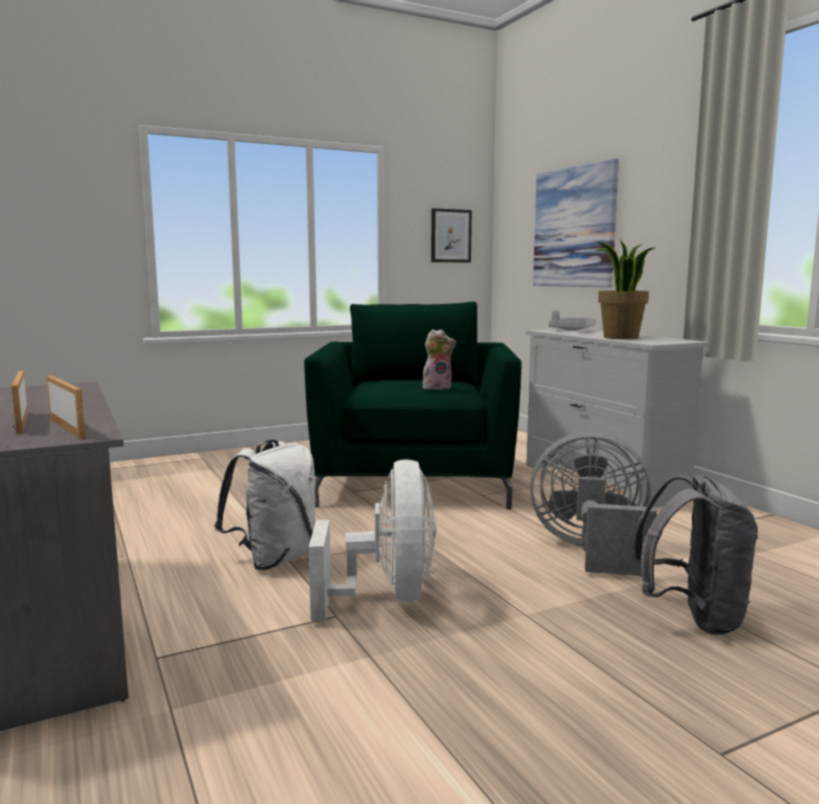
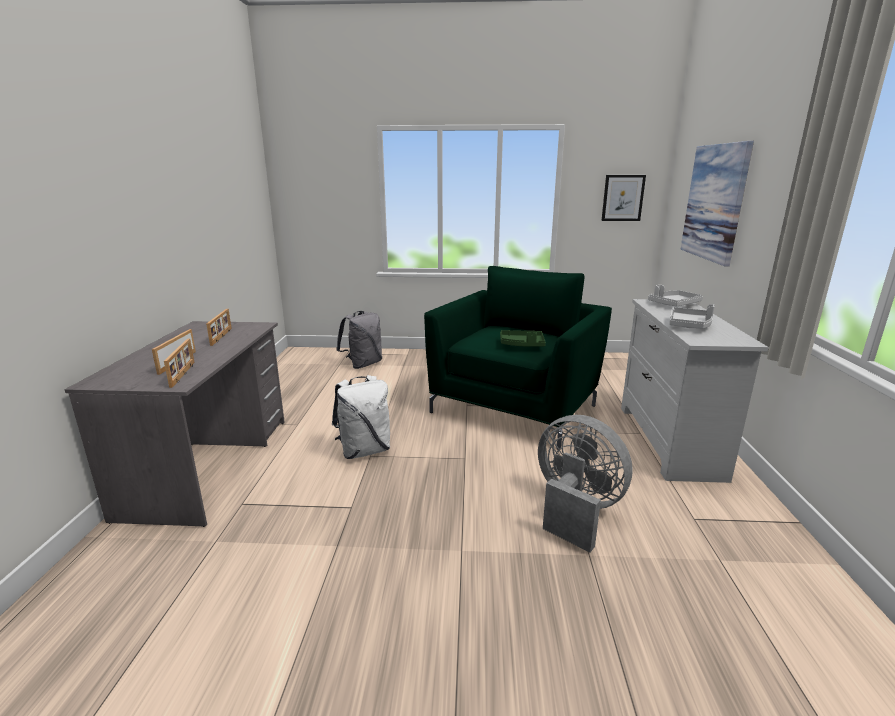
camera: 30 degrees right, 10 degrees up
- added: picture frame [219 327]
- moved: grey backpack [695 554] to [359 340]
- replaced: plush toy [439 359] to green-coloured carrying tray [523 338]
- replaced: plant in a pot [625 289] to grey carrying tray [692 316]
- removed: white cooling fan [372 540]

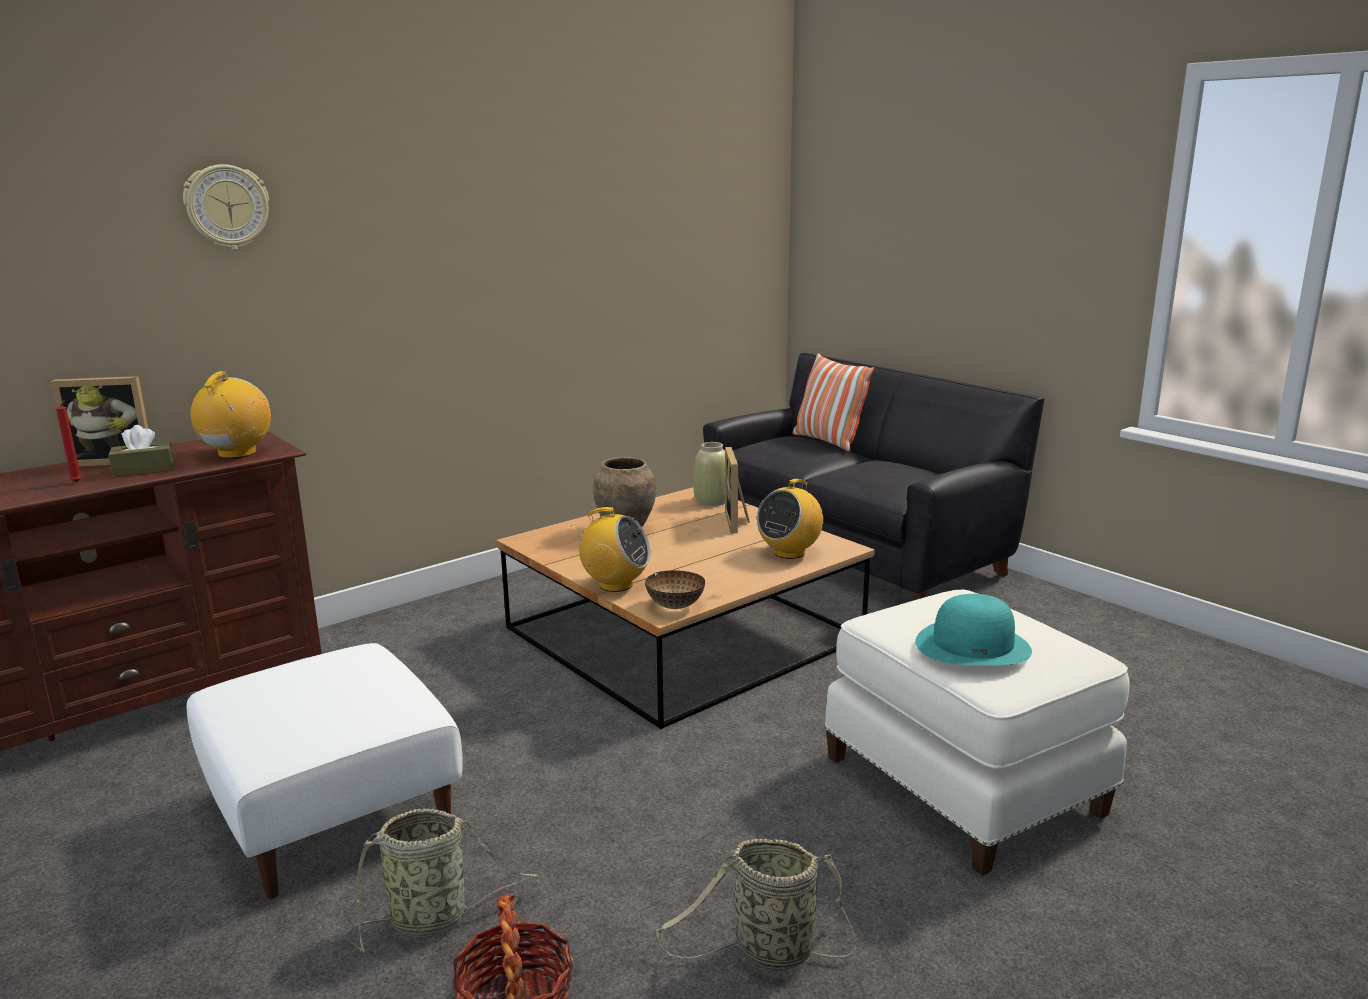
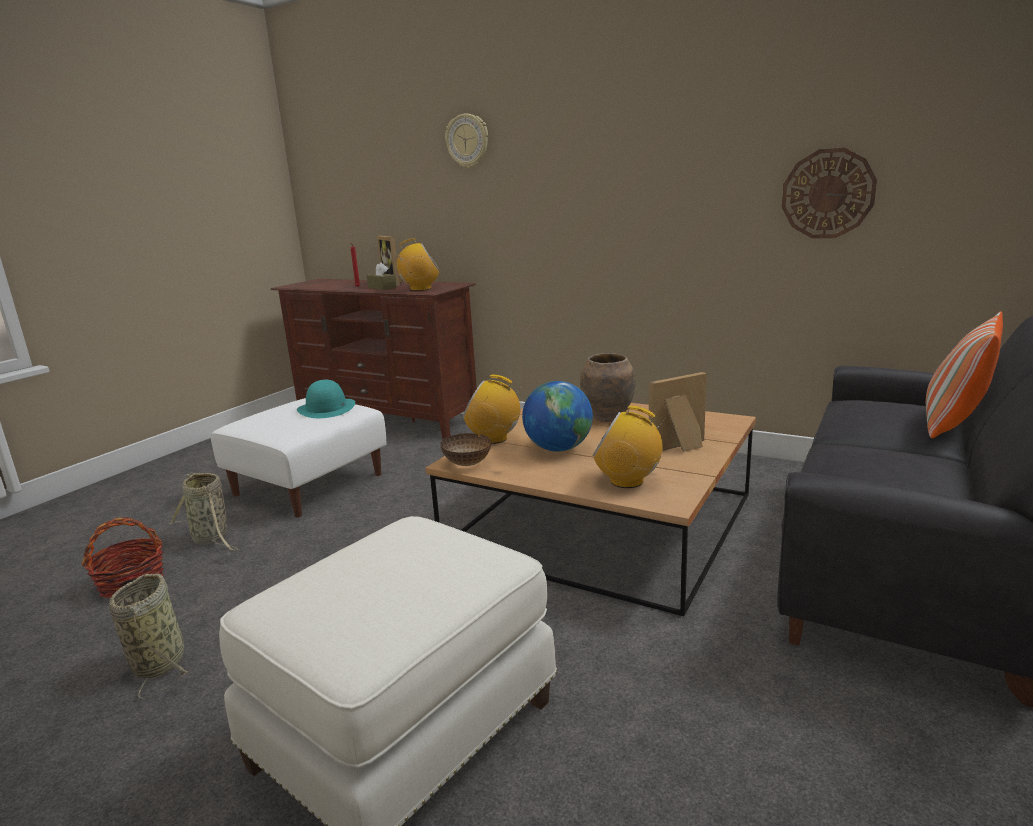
camera: 70 degrees right, 0 degrees up
- moved: turquoise wearable hat [973 629] to [326 399]
- turned: radio set [611 549] = [492 409] 105 degrees clockwise
- added: world globe [557 416]
- added: wall clock [829 193]
- removed: beige vase [709 474]

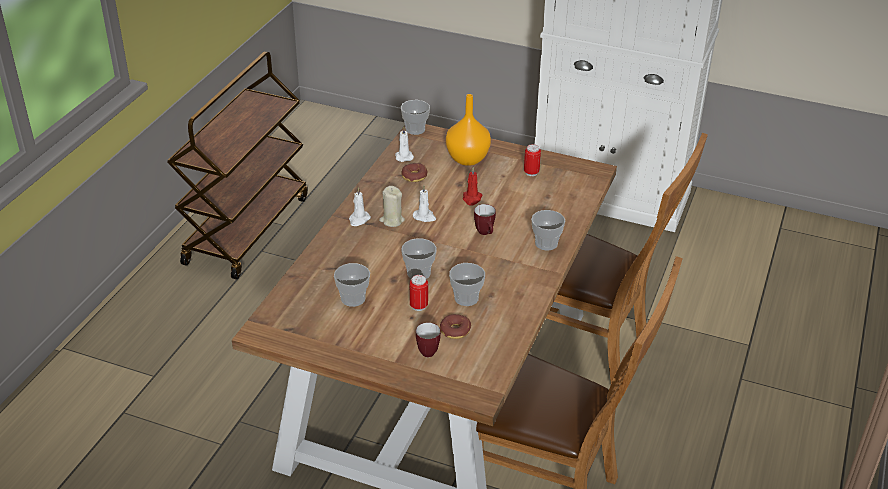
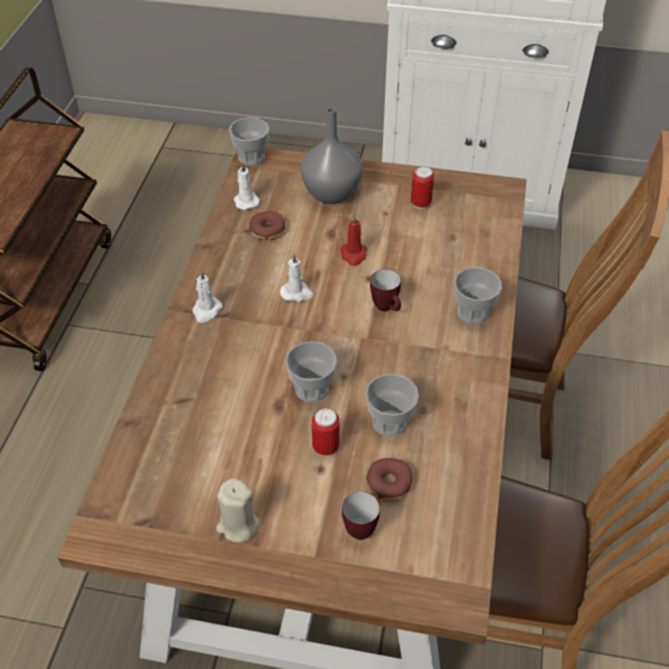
camera: 10 degrees left, 10 degrees up
- moved: beige wax light [392 206] to [238 510]
- recoloured: orange-coloured vase [468 130] to grey vase [332 156]
- removed: cup [352 285]

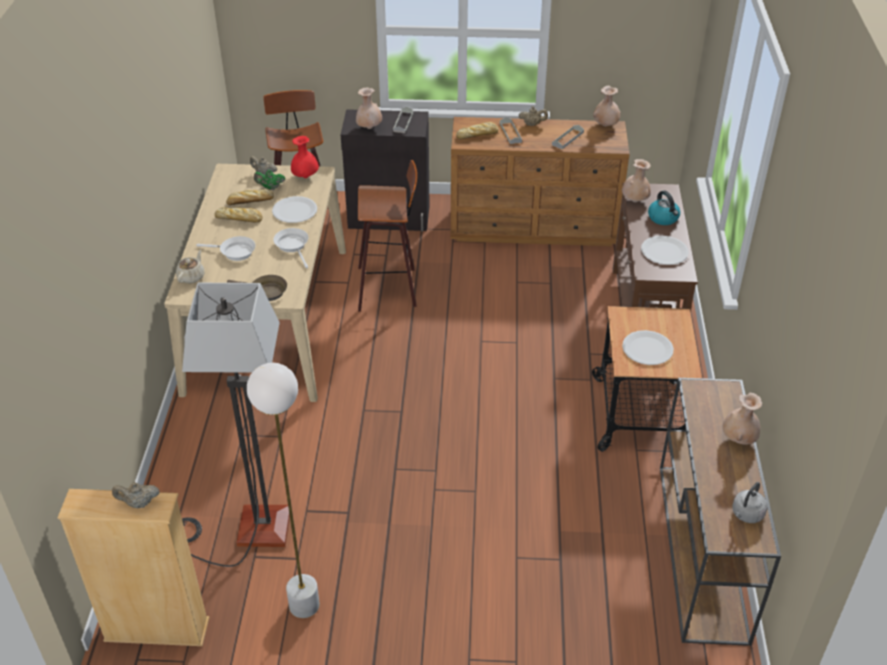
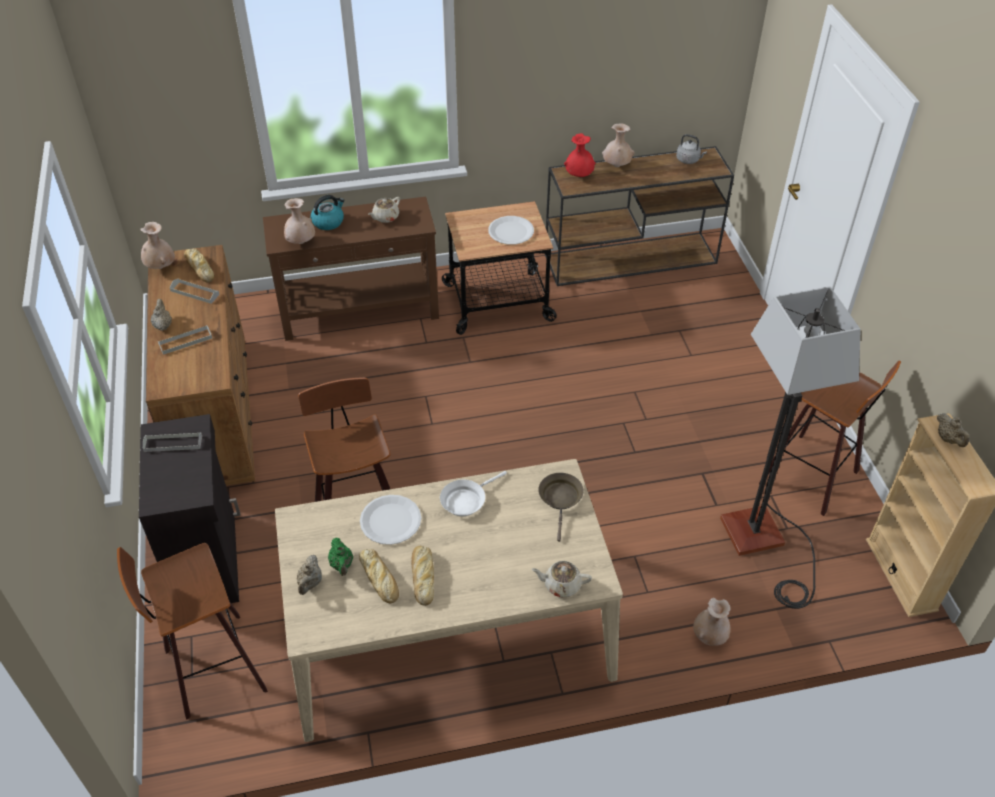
camera: 105 degrees left, 5 degrees up
- moved: bakery bread [477 130] to [199 266]
- replaced: white plate [665 250] to beige tea pot [384 210]
- moved: reddish vase [305 157] to [580 155]
- moved: beige vase [369 108] to [712 622]
- replaced: white floor lamp [283 490] to stool seat [830 438]
- removed: white skillet [225 248]

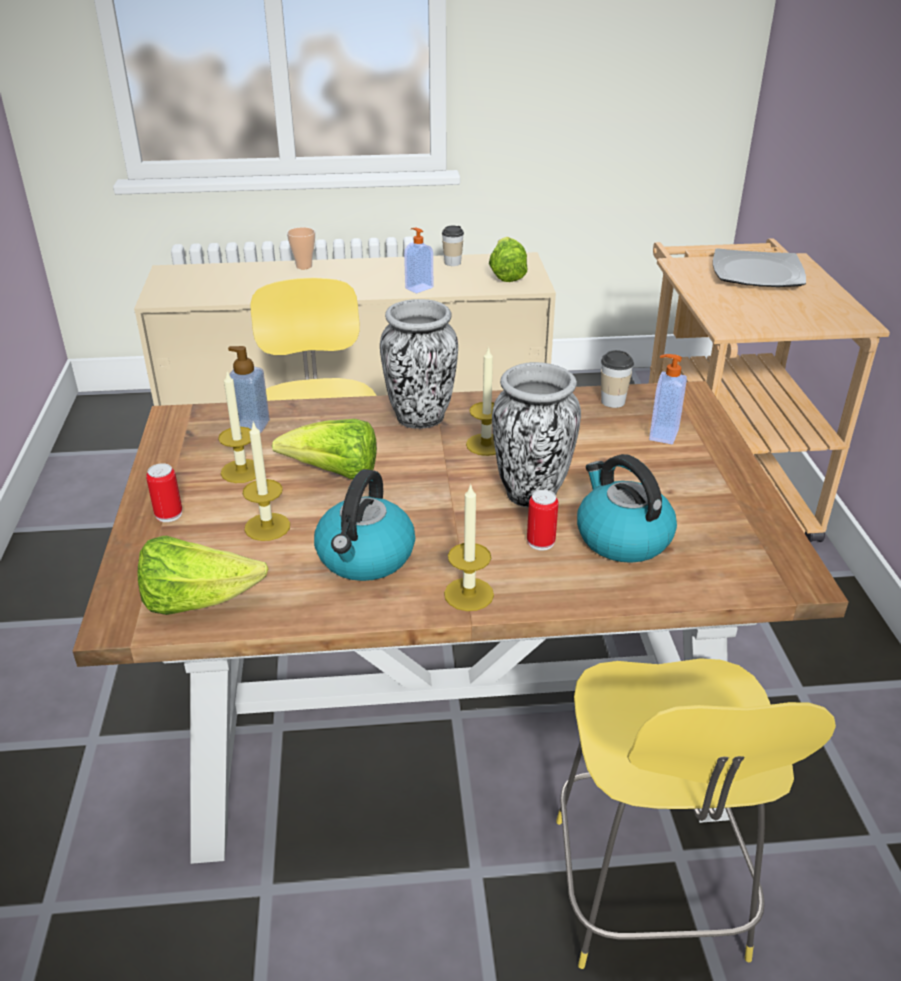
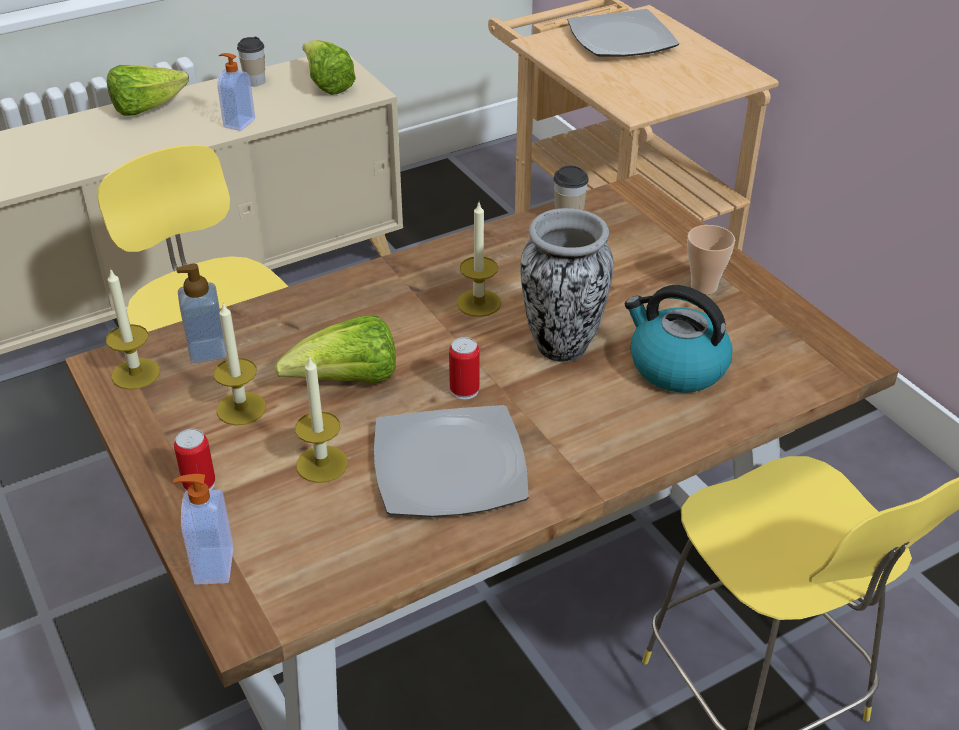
camera: 25 degrees left, 5 degrees up
- moved: wax light [469 547] to [133 329]
- moved: lettuce head [203 575] to [148 90]
- moved: soap dispenser [668 399] to [203 529]
- replaced: kettle [364 525] to plate [451 461]
- moved: sealed can [542 520] to [464 368]
- moved: cup [301 248] to [711 259]
- removed: vase [419 364]

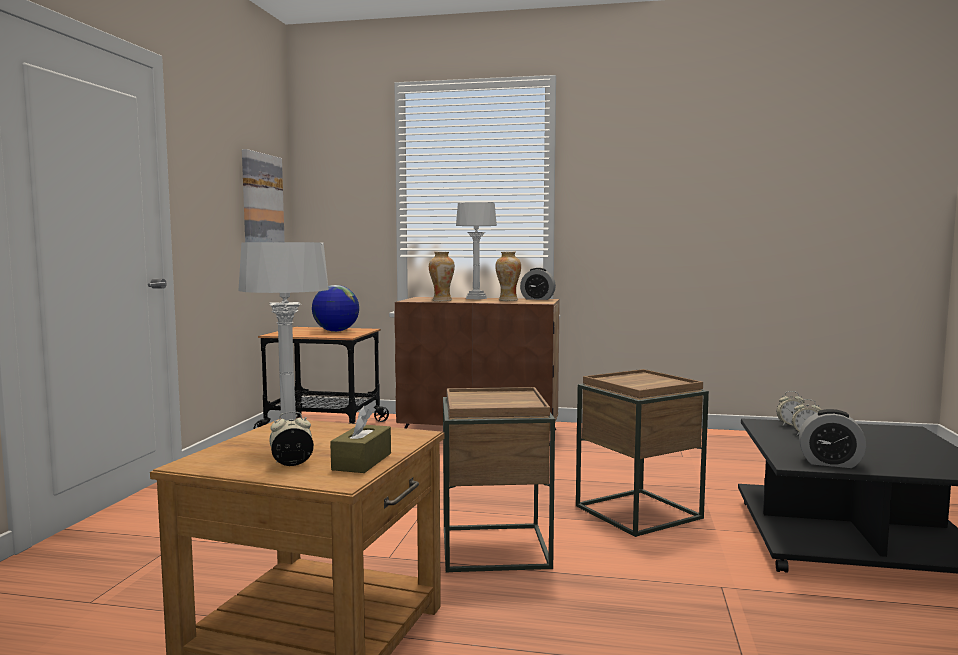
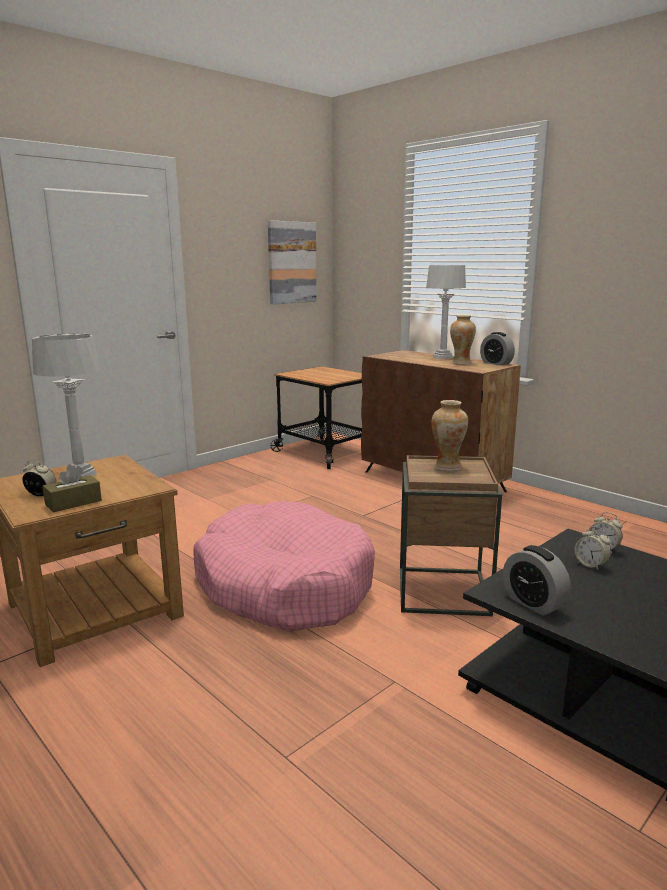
camera: 35 degrees right, 10 degrees up
- replaced: brown-coloured end table [499 480] to pink dog cushion [284 566]
- moved: vase [442 276] to [450 435]
- removed: world globe [335 308]

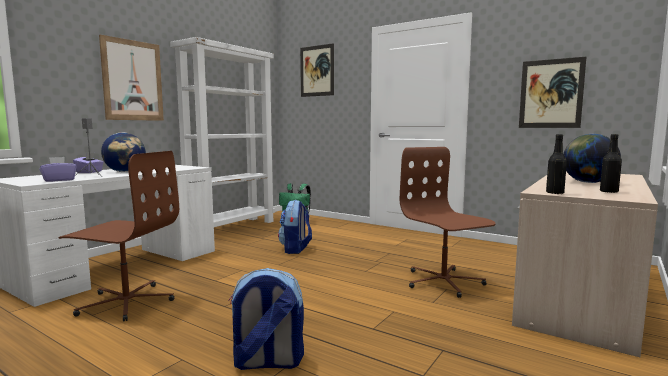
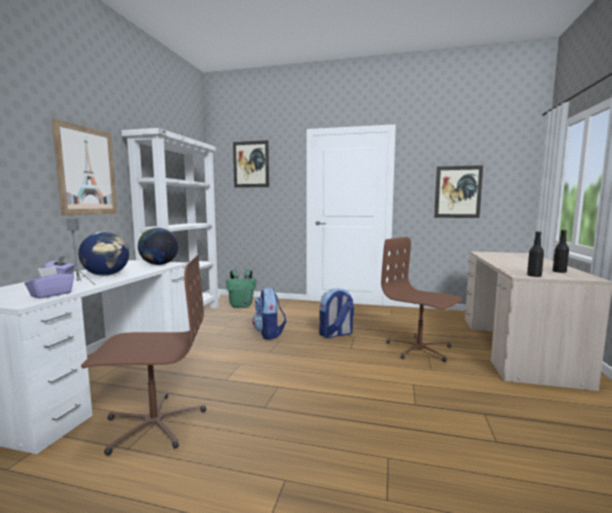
camera: 20 degrees left, 0 degrees up
- moved: world globe [592 158] to [158 246]
- moved: backpack [266 319] to [336 313]

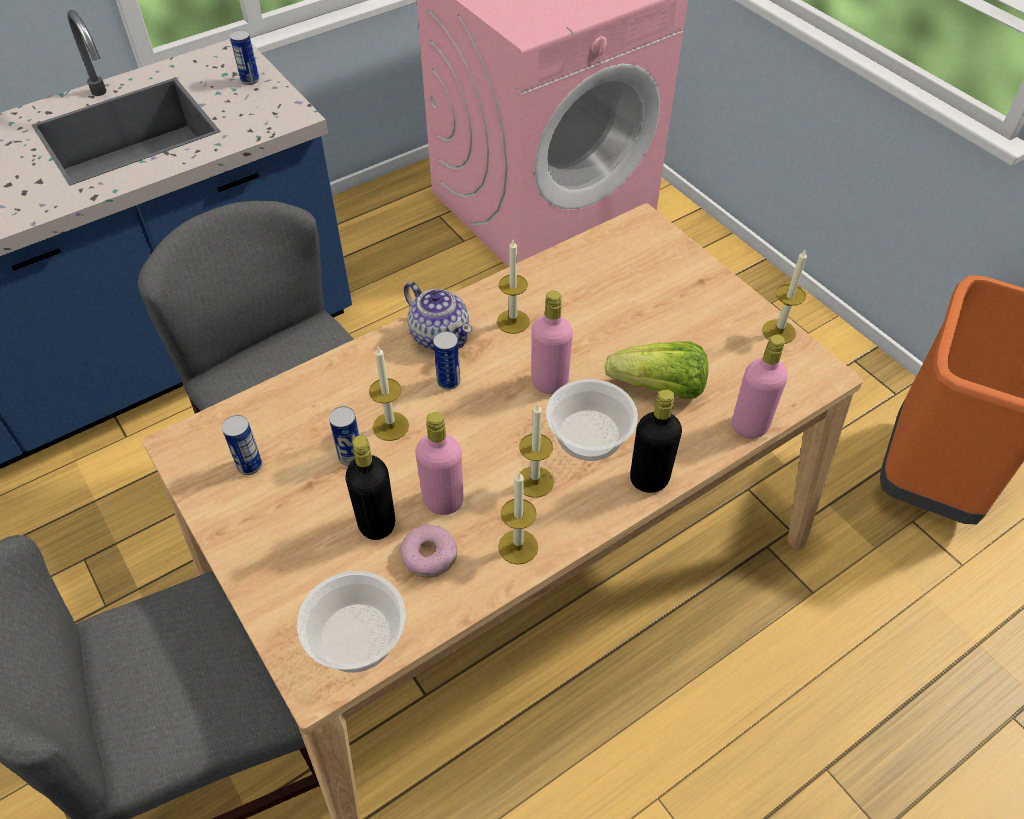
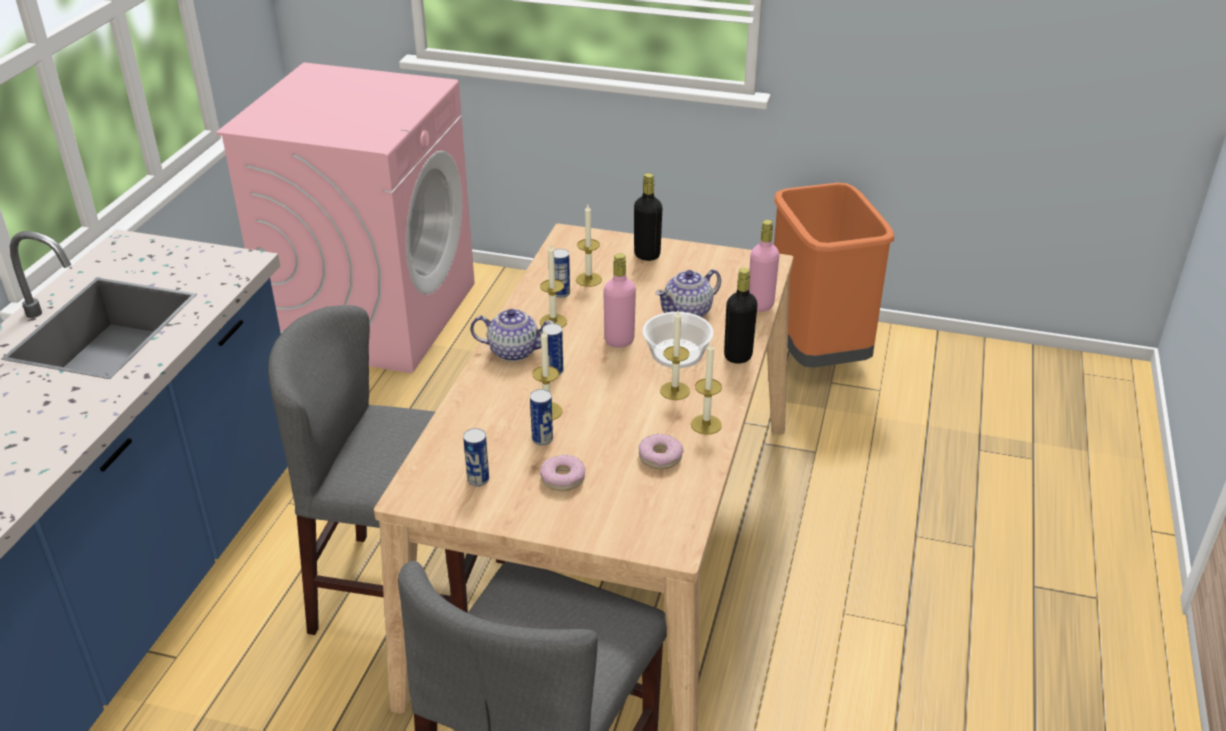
camera: 40 degrees left, 15 degrees down
- added: donut [562 472]
- moved: sealed can [244 57] to [562 273]
- moved: wax light [784 297] to [589 246]
- moved: black-coloured bottle [370 487] to [648 217]
- replaced: lettuce head [657 370] to tea pot [688 293]
- removed: deep dish [351 622]
- removed: pink bottle [439 463]

